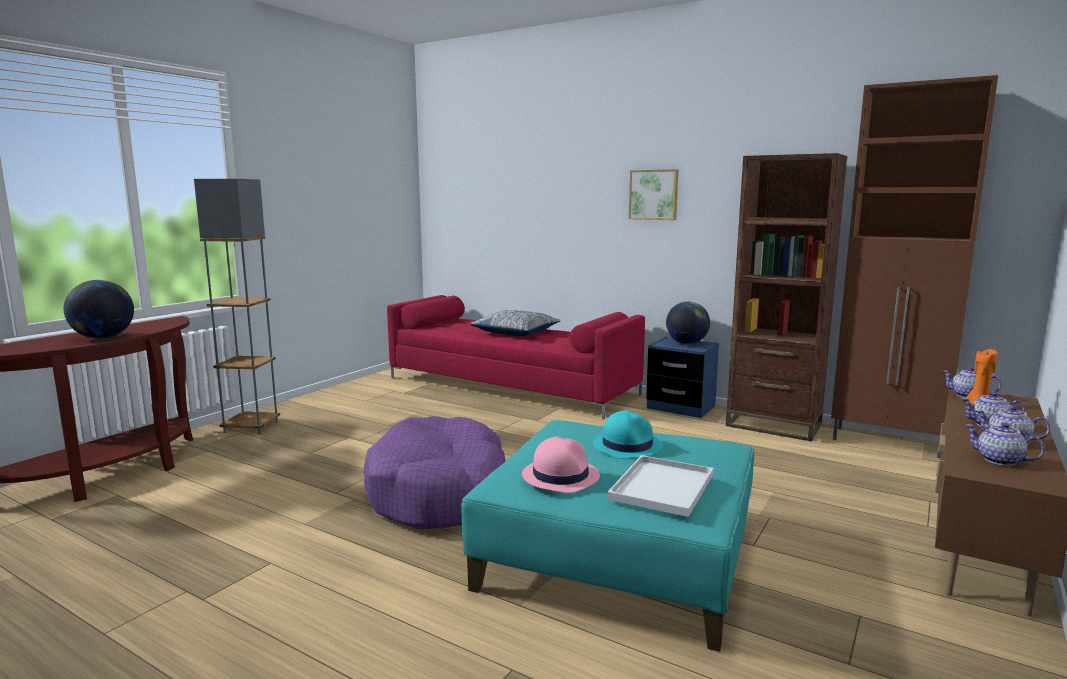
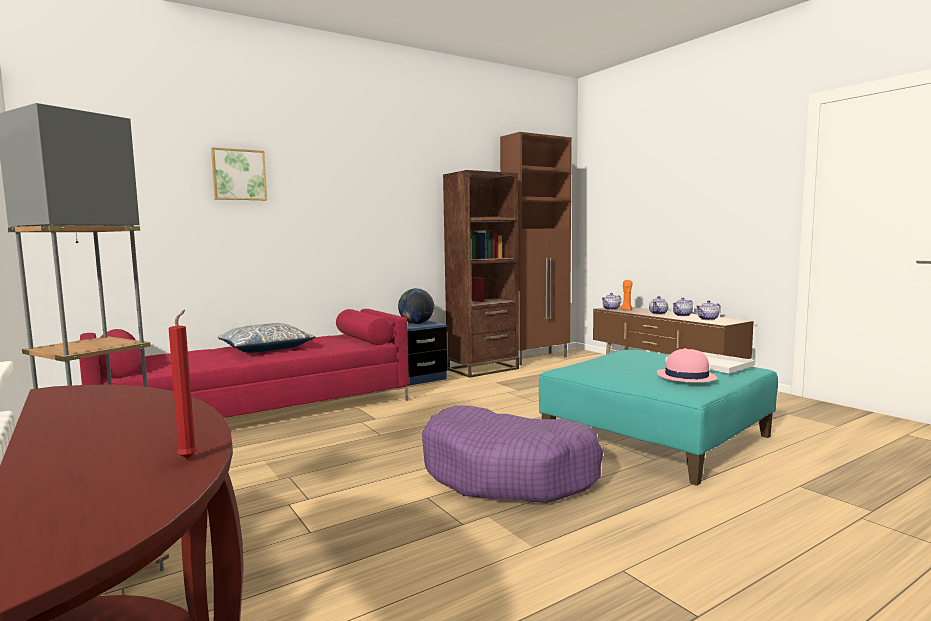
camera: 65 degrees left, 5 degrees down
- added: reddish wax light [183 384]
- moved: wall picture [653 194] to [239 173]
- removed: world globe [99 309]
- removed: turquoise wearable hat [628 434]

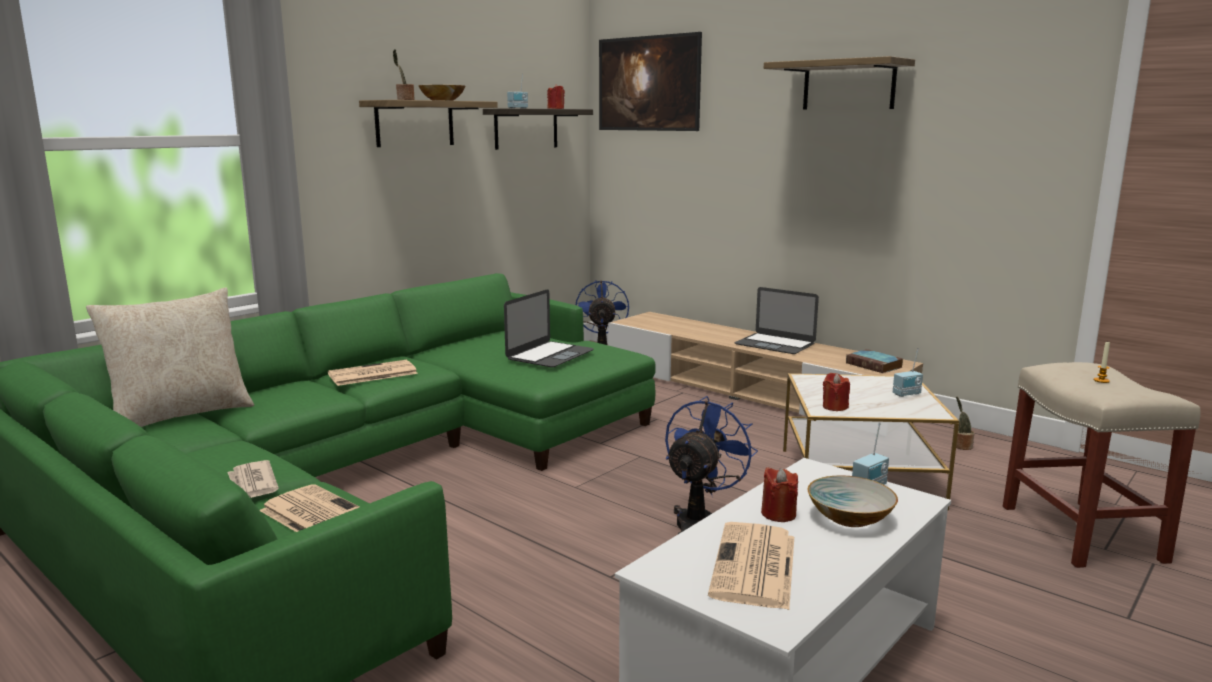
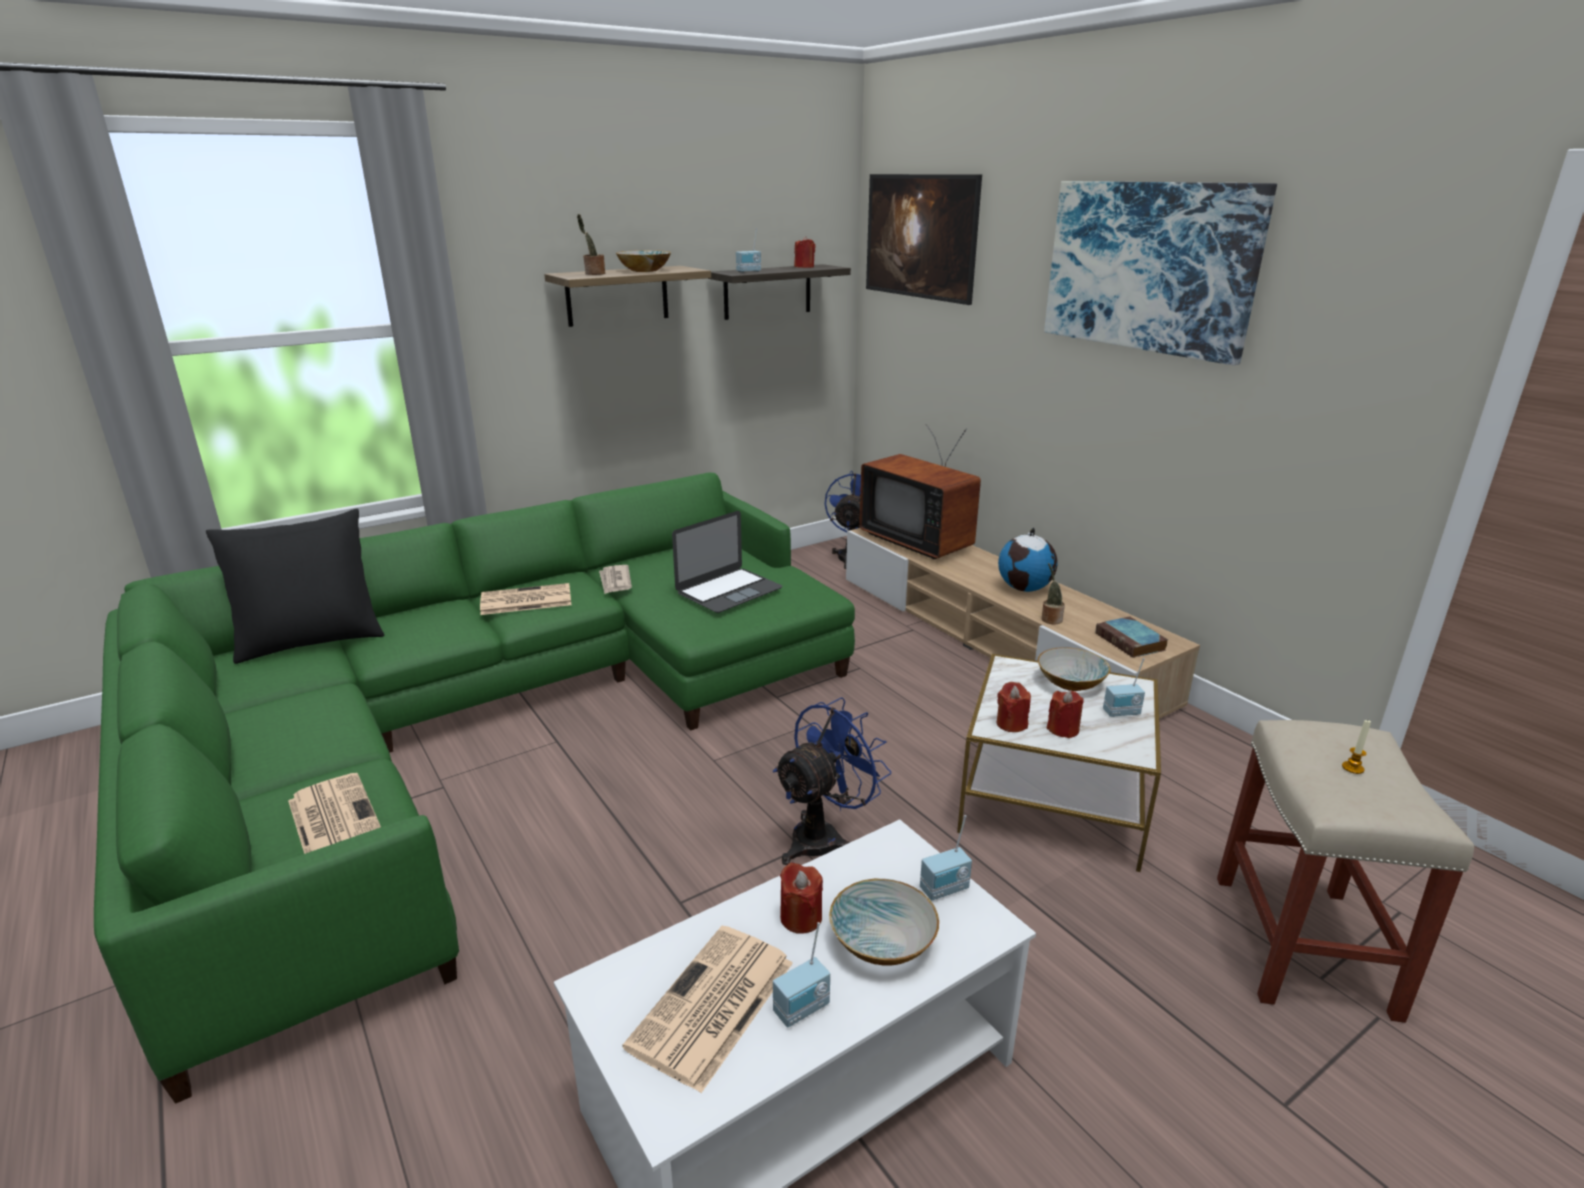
camera: 15 degrees right, 10 degrees up
- recoloured: beige throw pillow [170 357] to black-coloured throw pillow [295 586]
- moved: daily paper [253 479] to [615 579]
- added: radio set [801 975]
- added: television [920 491]
- replaced: notebook computer [777 320] to world globe [1028 560]
- added: deep dish [1074 669]
- moved: plant in a pot [965 423] to [1053 593]
- replaced: wall shelf [839 83] to wall picture [1160 273]
- added: reddish wax light [1065 714]

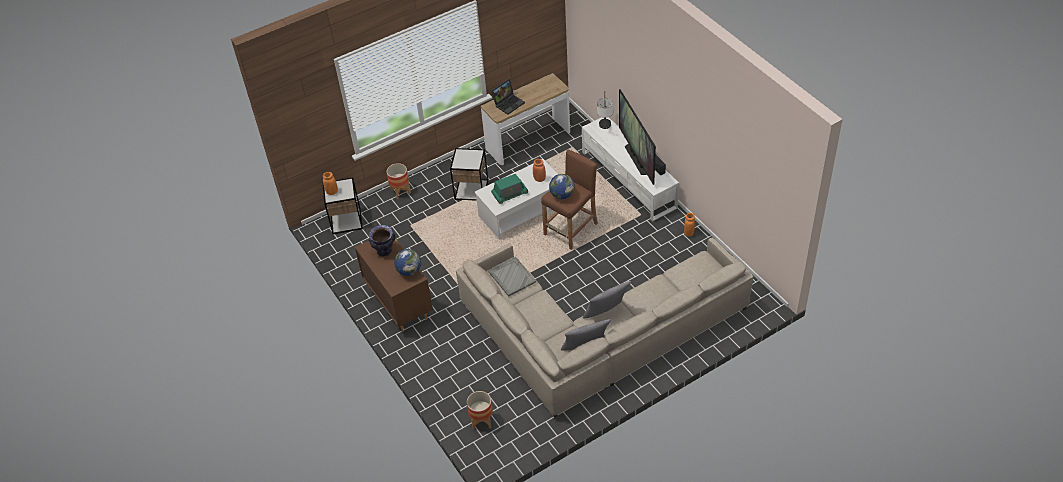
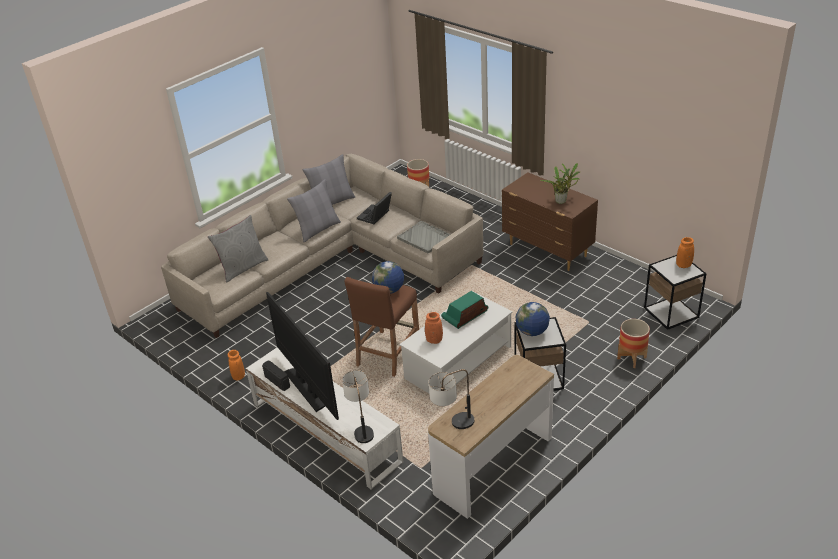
camera: 165 degrees right, 10 degrees down
- added: grey throw pillow [238 248]
- moved: notebook computer [508 96] to [374 208]
- added: lamp for a table [451 399]
- moved: world globe [407 262] to [533 319]
- replaced: vase [381 240] to plant in a pot [560 183]

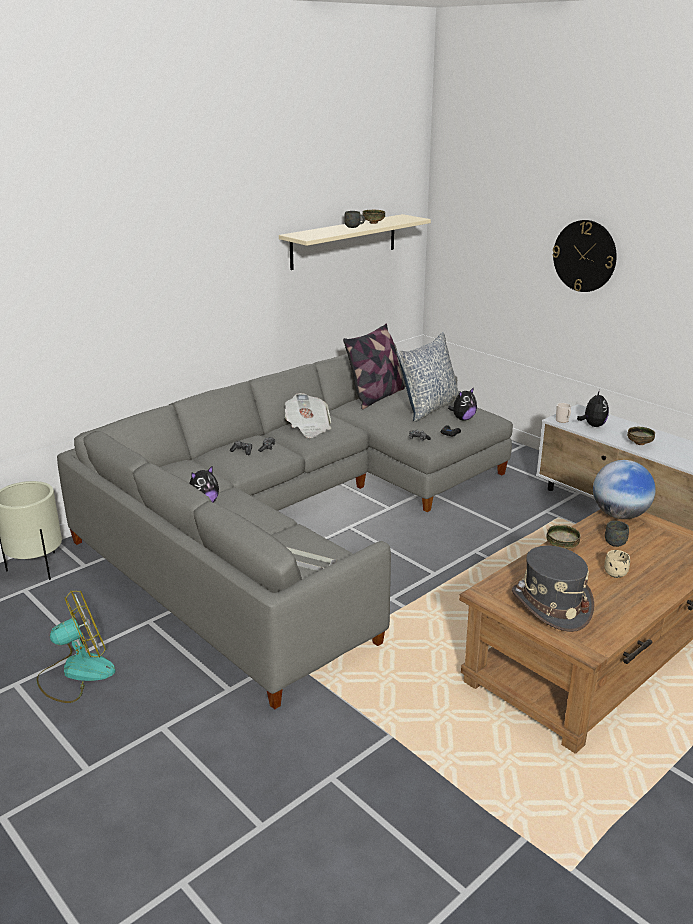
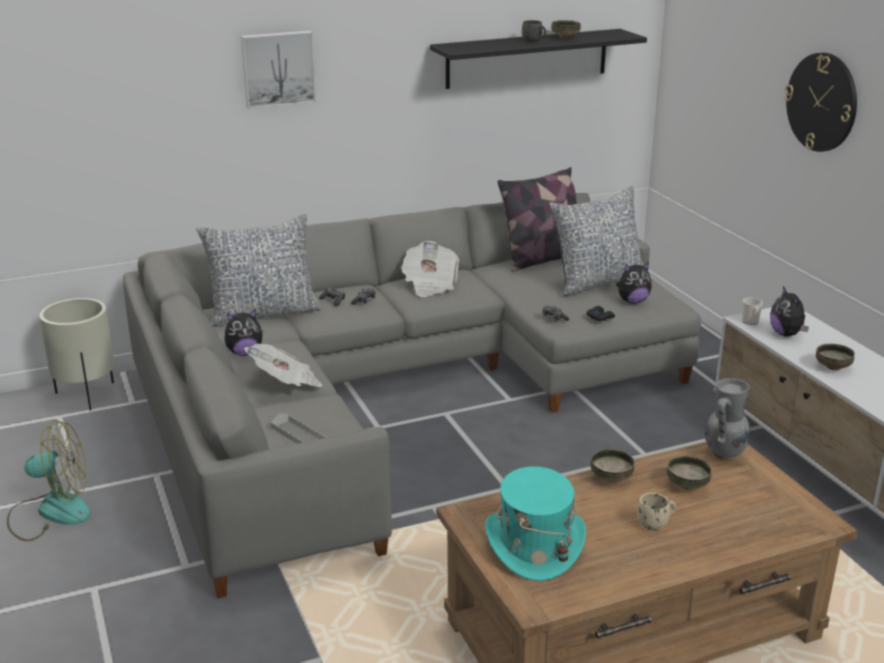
camera: 20 degrees right, 0 degrees up
- added: throw pillow [258 270]
- added: wall picture [278 70]
- added: daily paper [283 365]
- recoloured: beige wall shelf [355 242] to black-coloured wall shelf [538 59]
- recoloured: grey wearable hat [553 589] to turquoise wearable hat [535 523]
- replaced: grey tea mug [617 534] to deep dish [689 472]
- replaced: world globe [624 489] to grey vase [727 419]
- turned: plush toy [593 408] = [789 311] 135 degrees clockwise

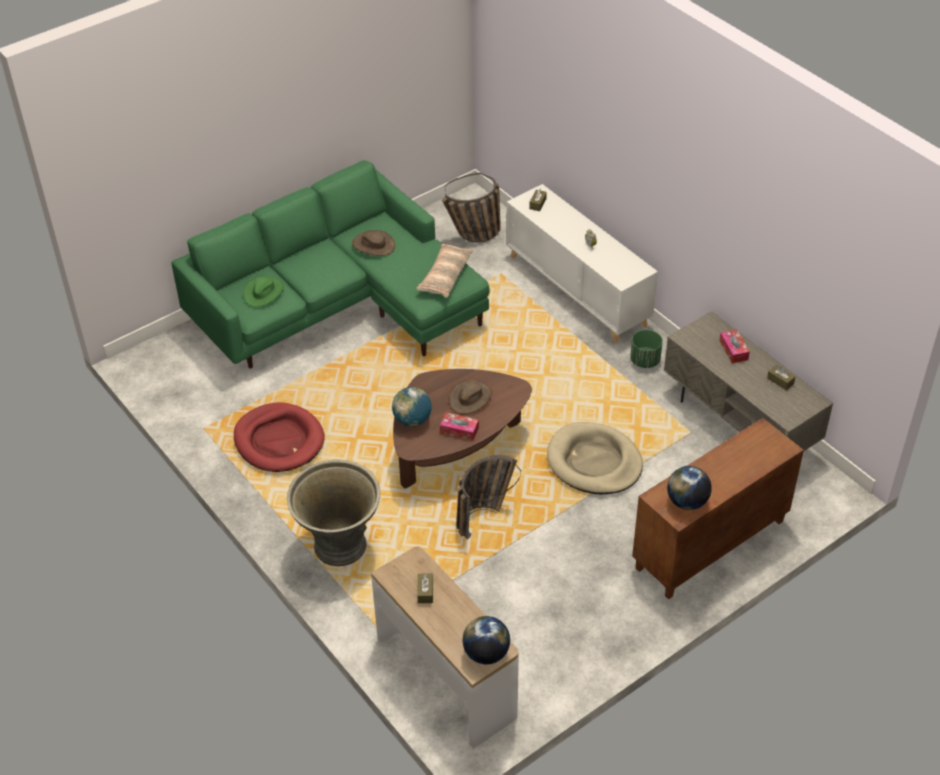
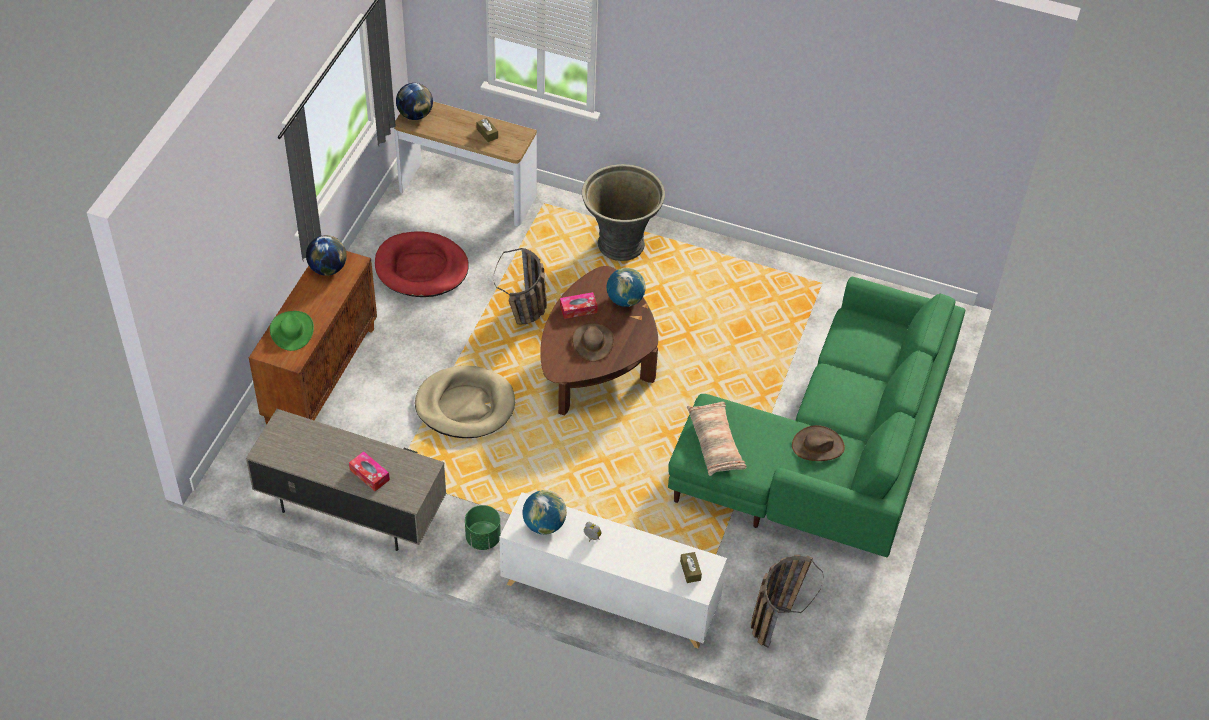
camera: 145 degrees right, 5 degrees up
- moved: green-coloured wearable hat [263 292] to [292 331]
- moved: reddish dog cushion [279 437] to [422 264]
- added: world globe [544 512]
- removed: brown-coloured tissue holder [781 377]

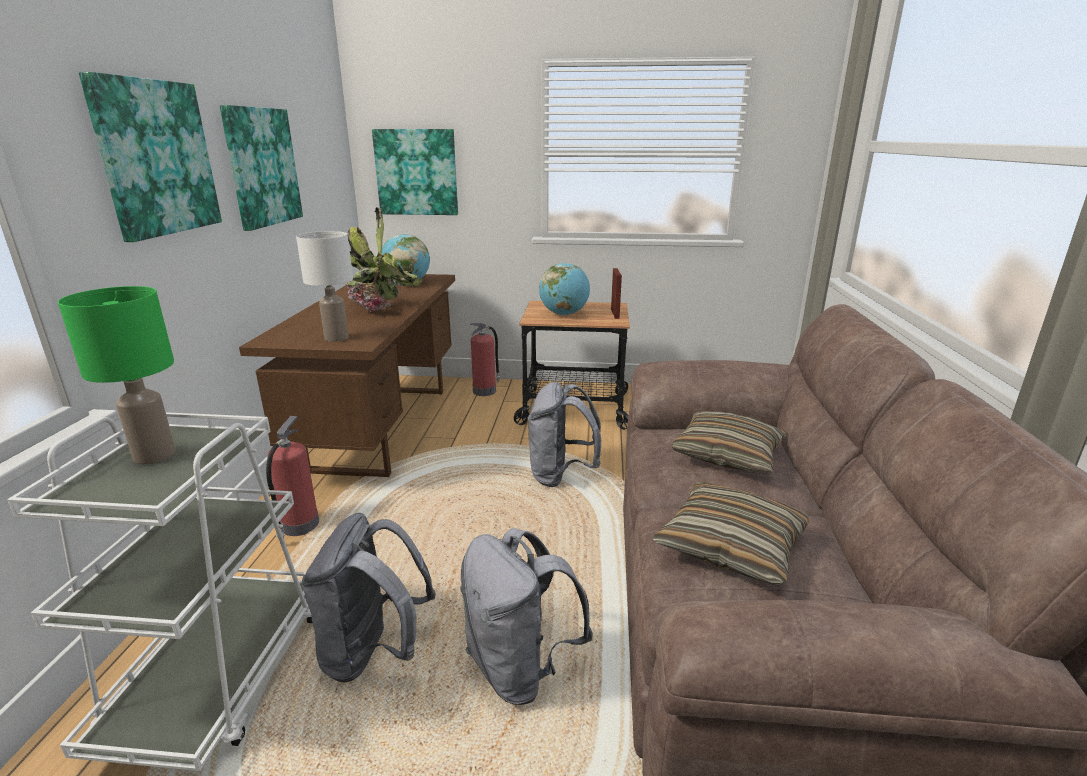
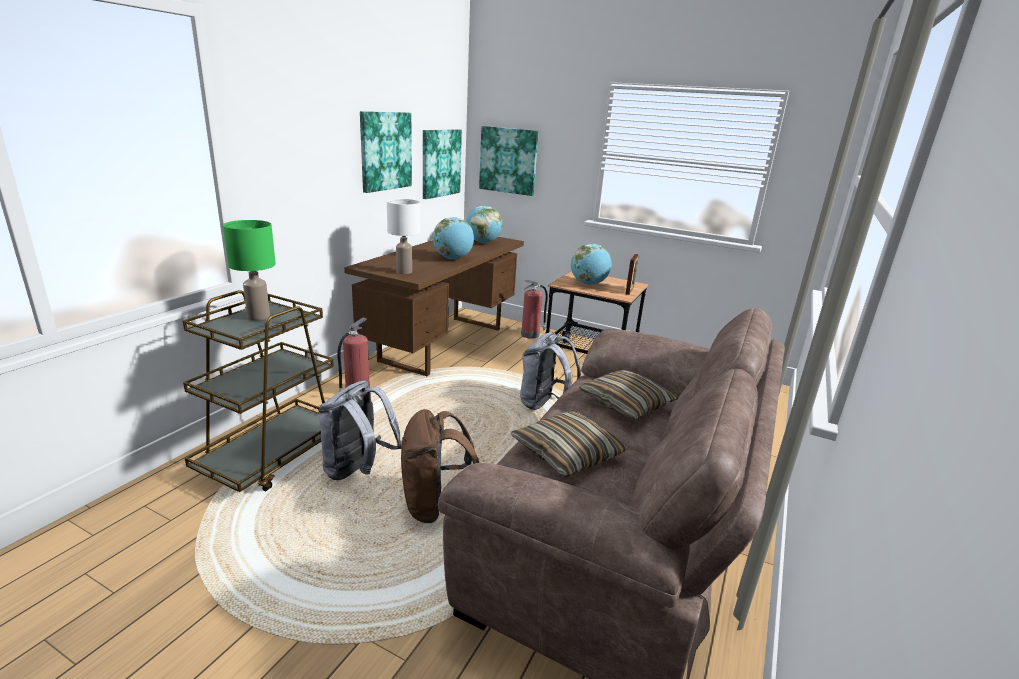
camera: 20 degrees right, 0 degrees up
- recoloured: white cart [159 591] to brown-coloured cart [258 391]
- recoloured: grey backpack [526 616] to brown-coloured backpack [440 466]
- moved: wall picture [150 157] to [442 164]
- replaced: plant in a pot [384 259] to world globe [453 238]

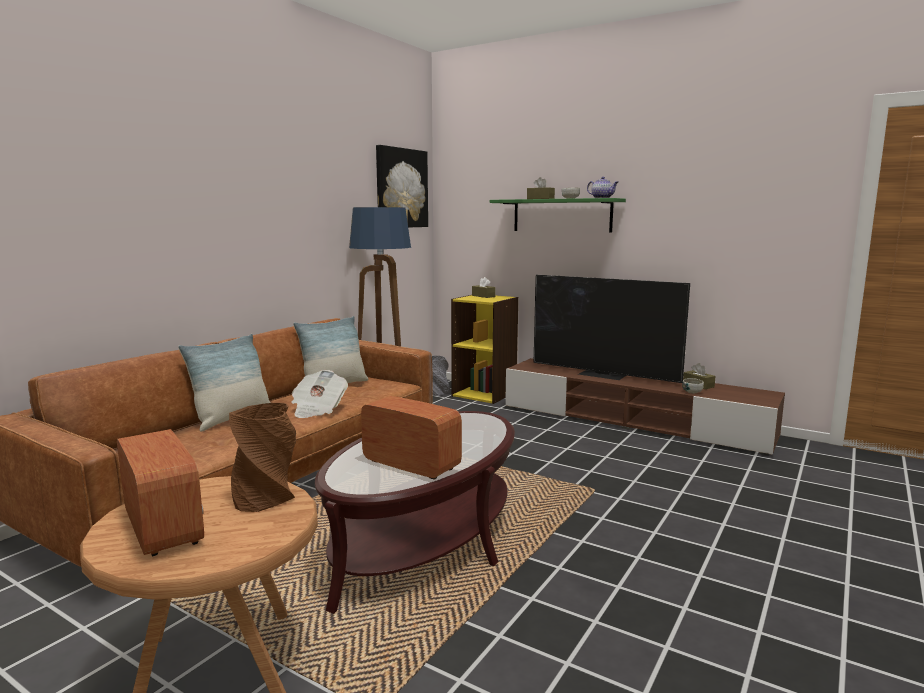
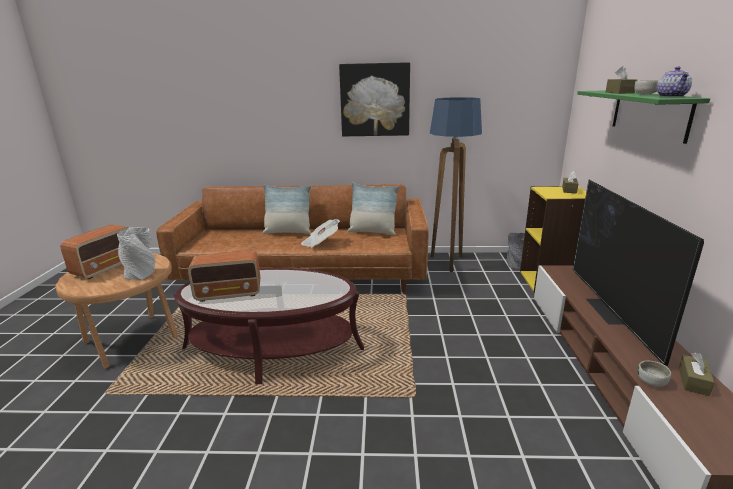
camera: 60 degrees right, 10 degrees up
- recoloured: brown-coloured vase [262 457] to grey vase [136 253]
- turned: radio set [411 438] = [224 276] 75 degrees clockwise
- moved: wall picture [402 186] to [374 99]

